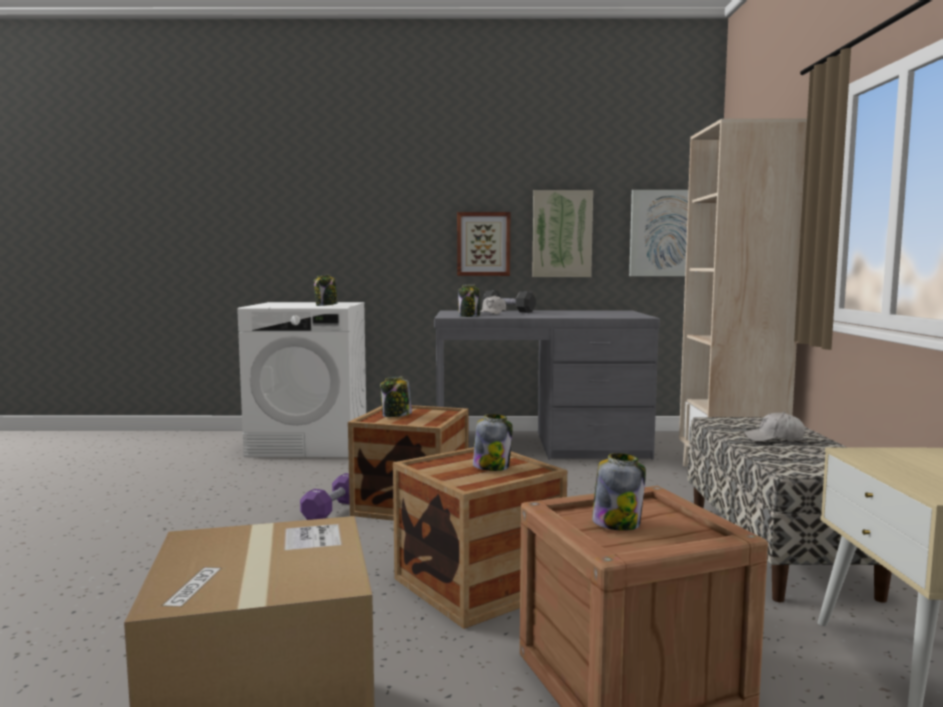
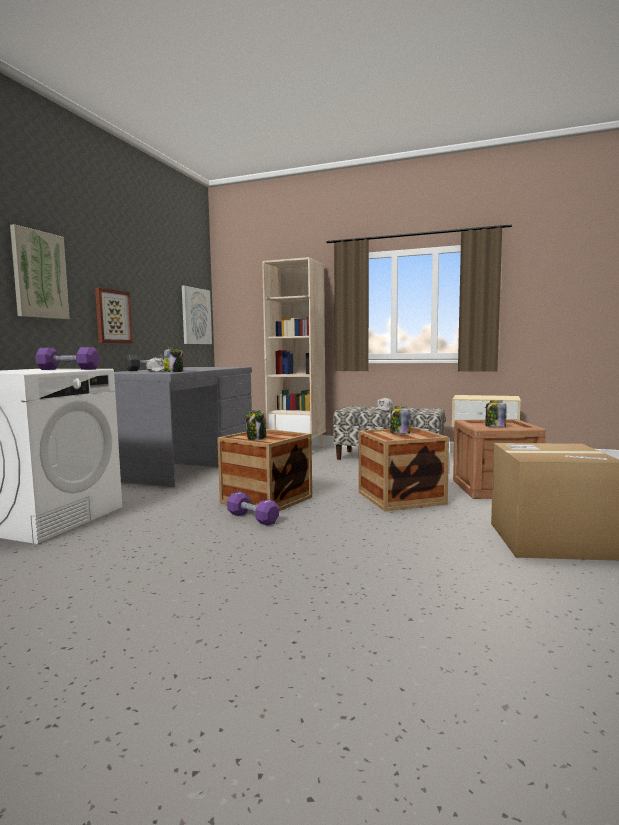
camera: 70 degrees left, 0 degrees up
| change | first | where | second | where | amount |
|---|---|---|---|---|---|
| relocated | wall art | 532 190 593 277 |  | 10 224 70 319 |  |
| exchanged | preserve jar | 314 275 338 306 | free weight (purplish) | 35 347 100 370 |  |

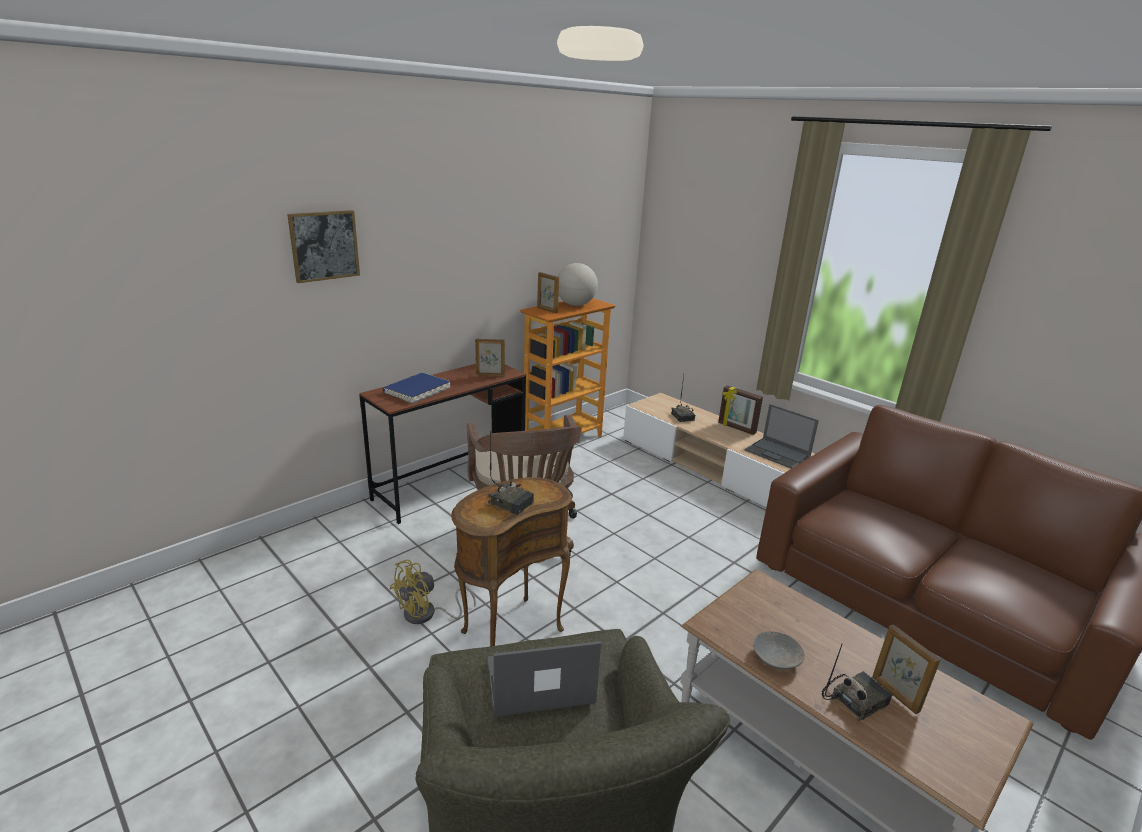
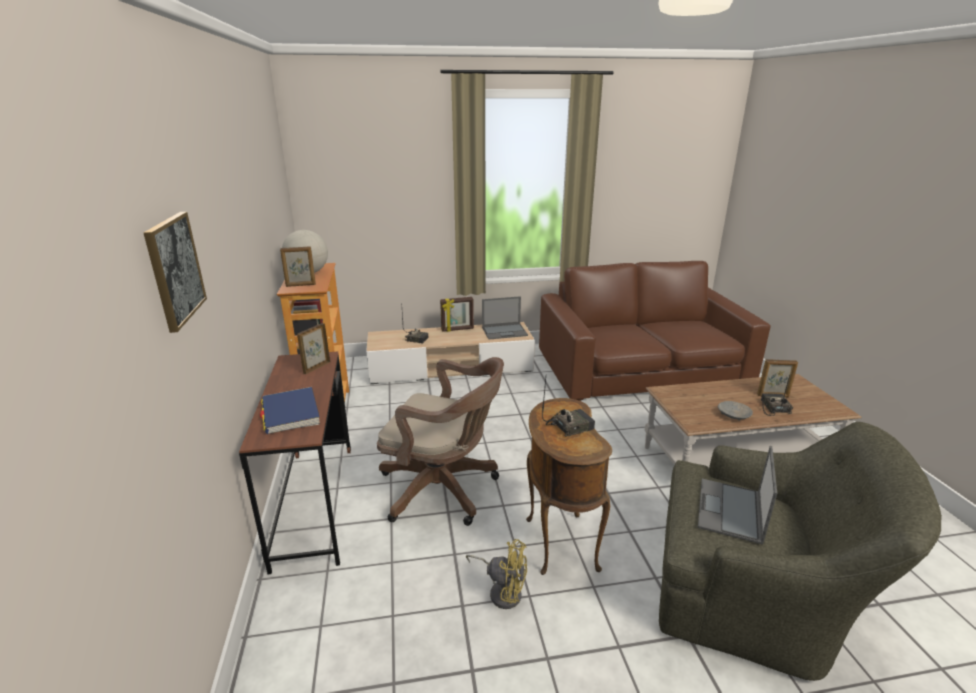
camera: 55 degrees left, 0 degrees up
| change | first | where | second | where | amount |
|---|---|---|---|---|---|
| spun | cooling fan (yellowish) | 390 559 476 624 |  | 466 539 527 609 | 60 degrees counterclockwise |

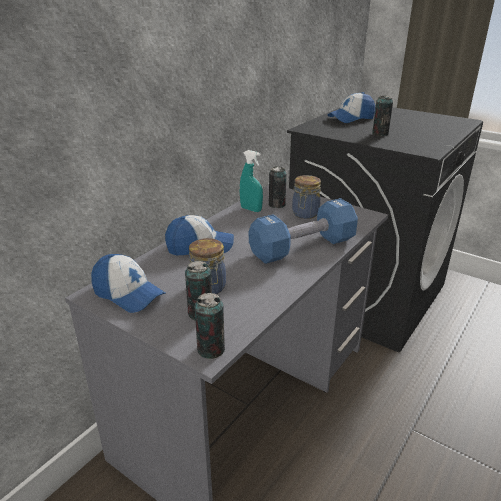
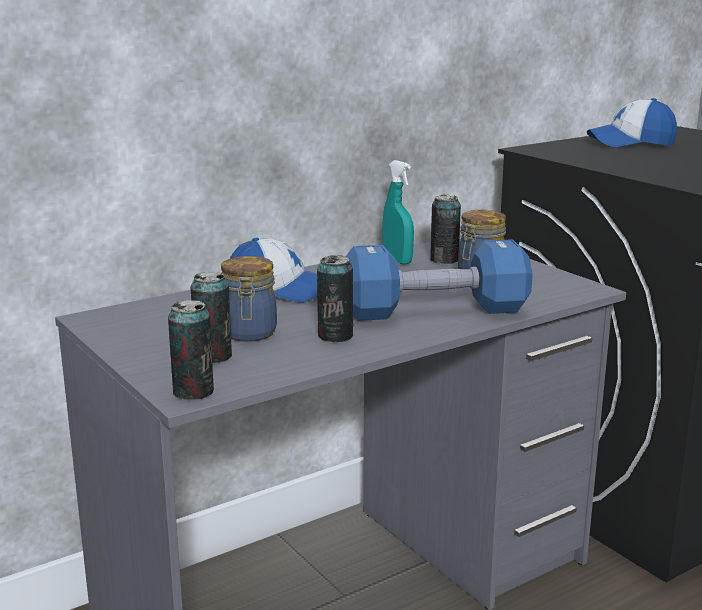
camera: 20 degrees right, 10 degrees down
| change | first | where | second | where | amount |
|---|---|---|---|---|---|
| missing | cap | 91 254 165 313 |  |  |  |
| relocated | metal can | 372 95 393 136 |  | 317 255 353 342 |  |

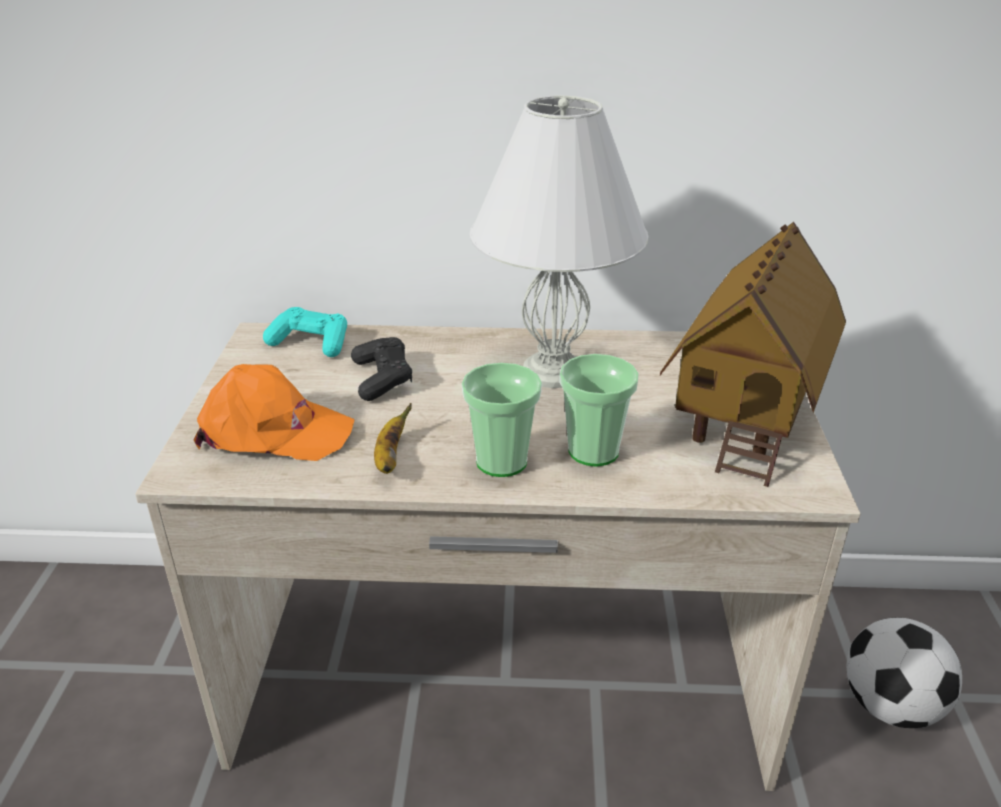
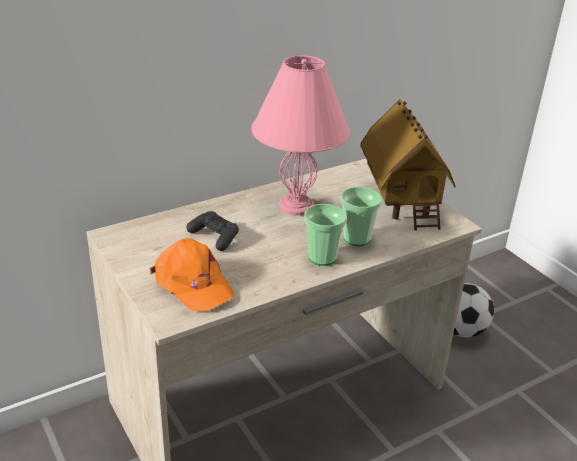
camera: 35 degrees left, 0 degrees up
| change | first | where | second | where | amount |
|---|---|---|---|---|---|
| missing | game controller (blue-green) | 263 307 347 357 |  |  |  |
| missing | banana | 374 403 412 474 |  |  |  |
| colour | table lamp (white) | 470 95 649 388 | table lamp (pink-coloured) | 251 55 350 216 |  |
| spun | cap (orange-coloured) | 194 364 355 461 |  | 150 238 234 311 | 75 degrees clockwise |

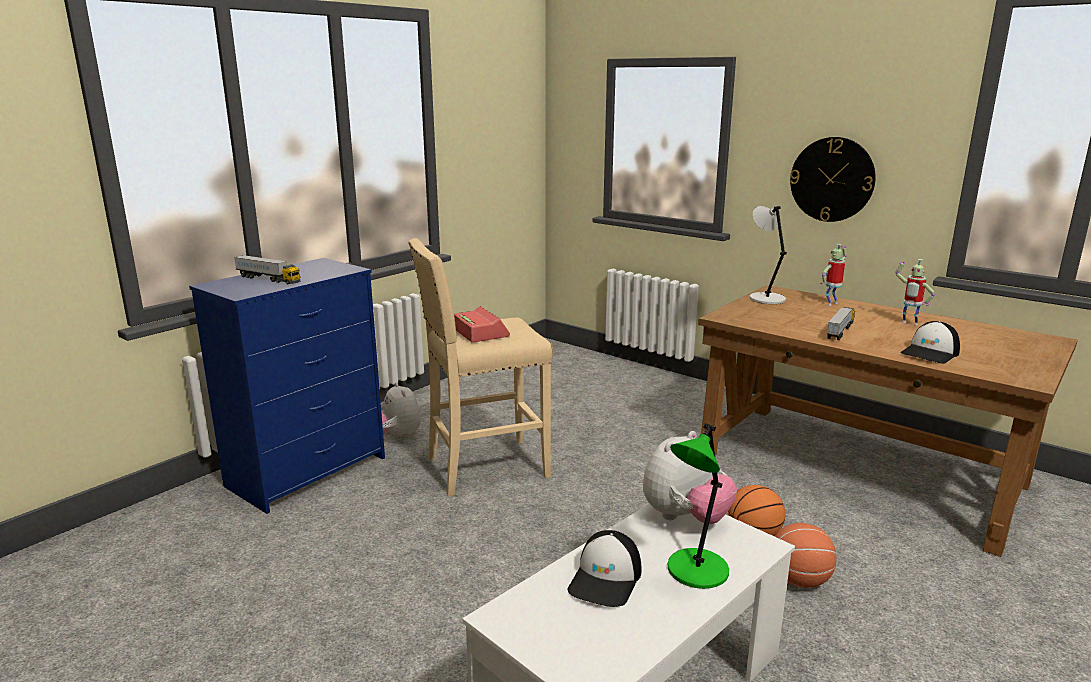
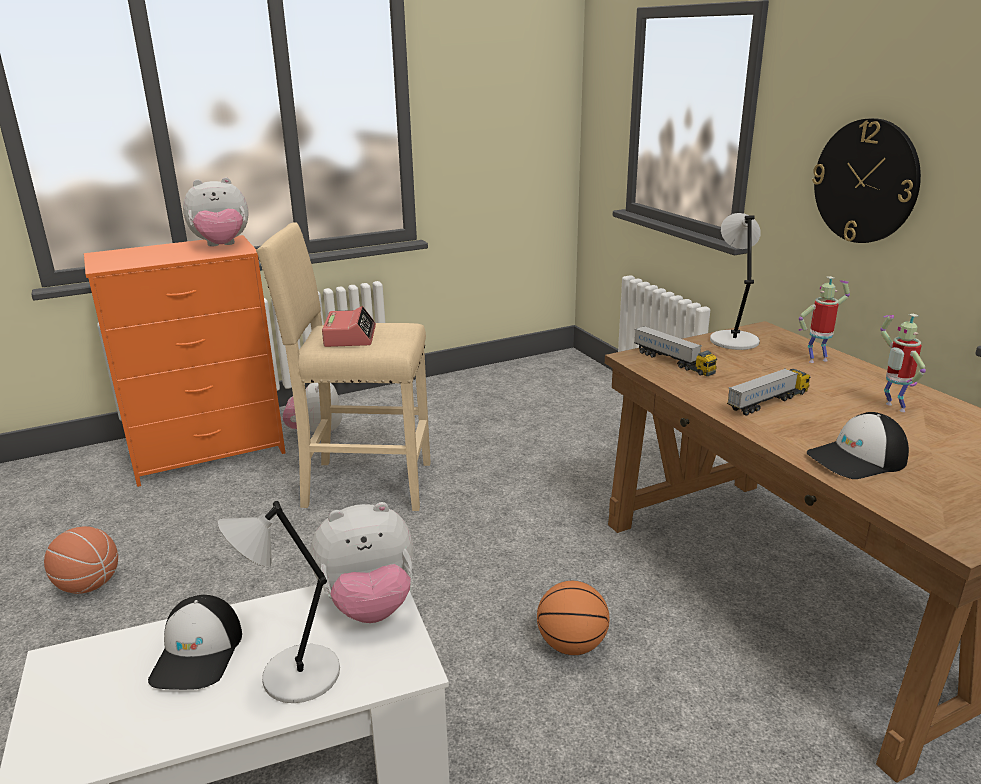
camera: 25 degrees right, 5 degrees up
| change | first | where | second | where | amount |
|---|---|---|---|---|---|
| appeared |  |  | plush toy | 183 177 249 246 |  |
| relocated | toy truck | 234 255 301 284 |  | 634 326 717 376 |  |
| relocated | basketball | 775 523 837 588 |  | 44 526 118 594 |  |
| colour | drawer chest (blue-coloured) | 189 258 385 514 | drawer chest (orange-coloured) | 84 235 286 487 |  |
| colour | table lamp (green) | 668 423 729 589 | table lamp (grey) | 218 501 340 703 |  |
| spun | cap | 567 530 641 607 |  | 148 595 242 690 | 45 degrees counterclockwise |

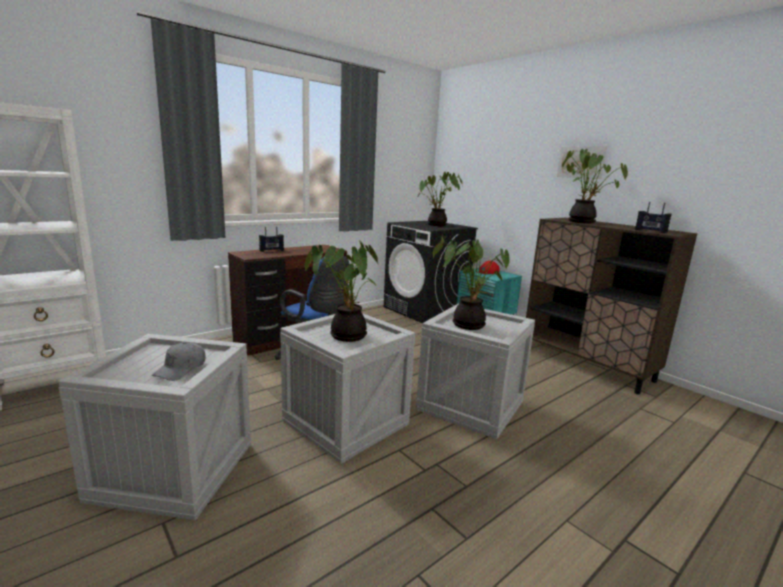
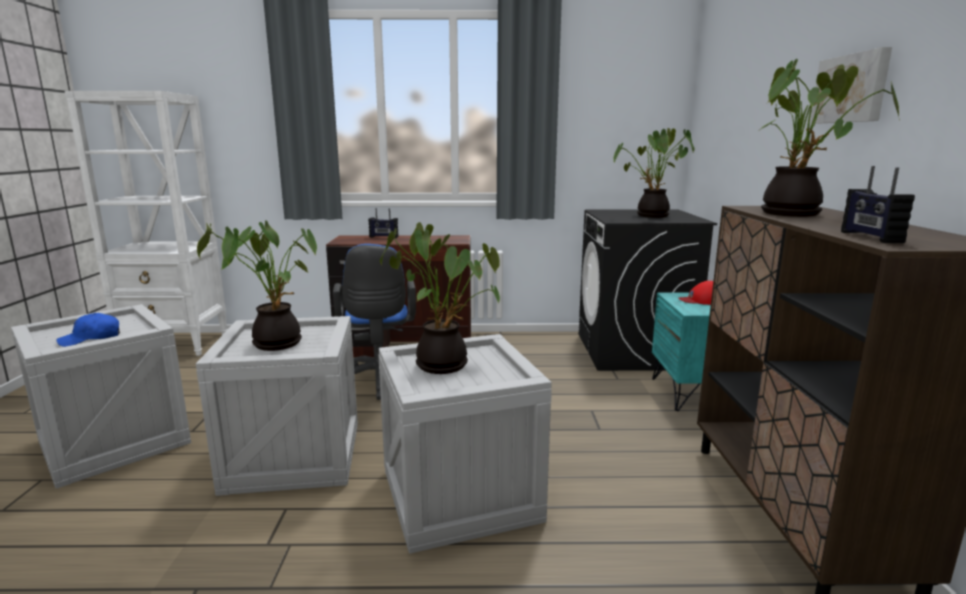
camera: 40 degrees right, 0 degrees up
| change | first | where | second | where | amount |
|---|---|---|---|---|---|
| colour | cap (grey) | 152 342 206 381 | cap (blue-coloured) | 56 313 120 347 |  |

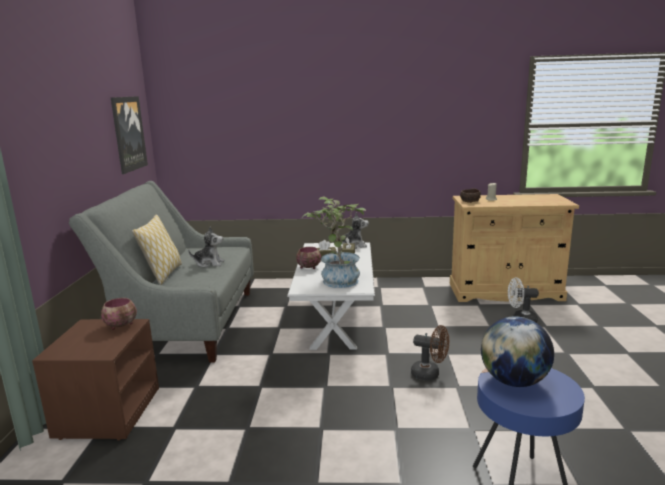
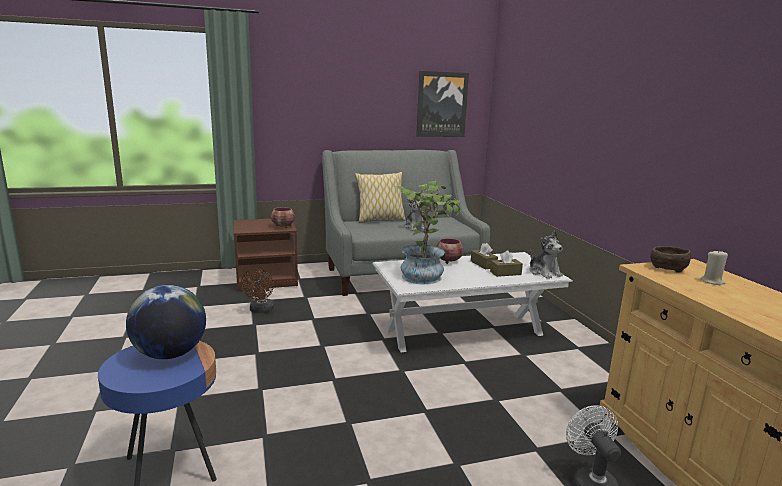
camera: 70 degrees right, 0 degrees up
| change | first | where | second | where | amount |
|---|---|---|---|---|---|
| relocated | cooling fan (brown) | 411 325 449 381 |  | 241 269 274 313 |  |

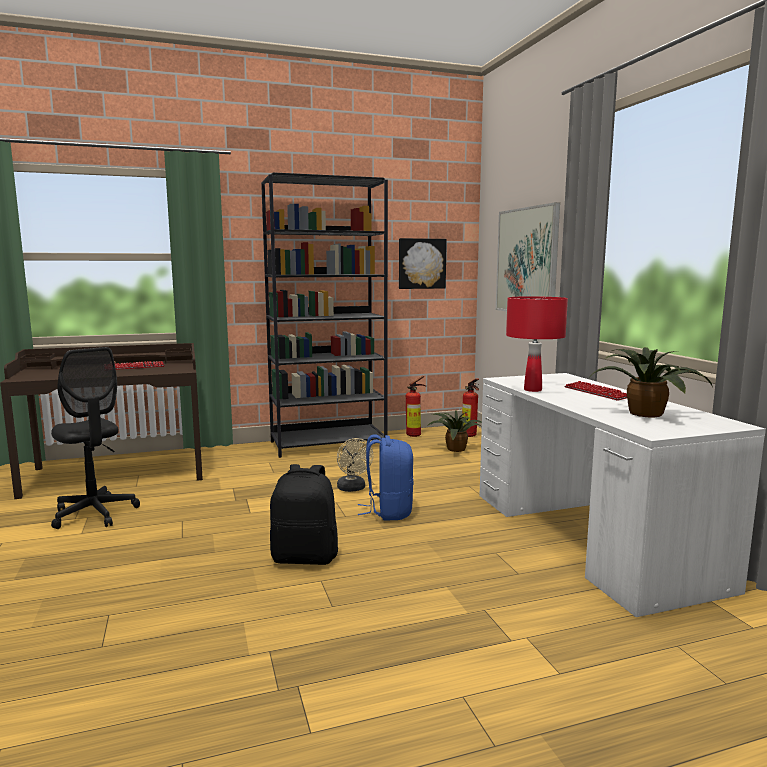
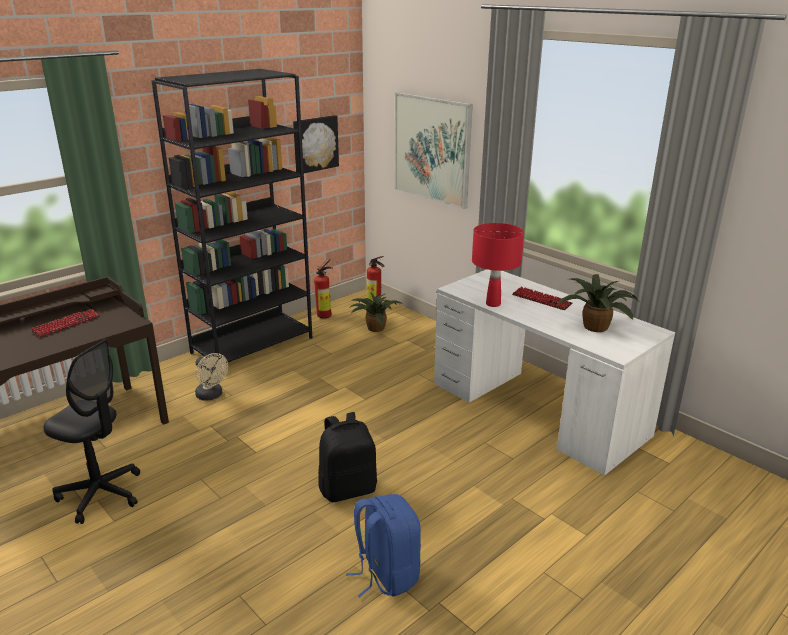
camera: 25 degrees left, 15 degrees up
| change | first | where | second | where | amount |
|---|---|---|---|---|---|
| relocated | cooling fan (beige) | 337 438 373 492 |  | 195 353 228 401 |  |
| relocated | rucksack (blue-coloured) | 358 434 413 521 |  | 346 494 421 598 |  |

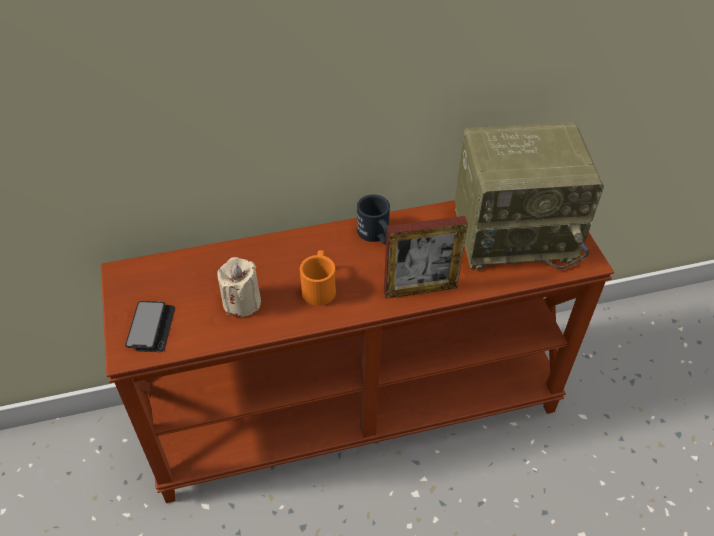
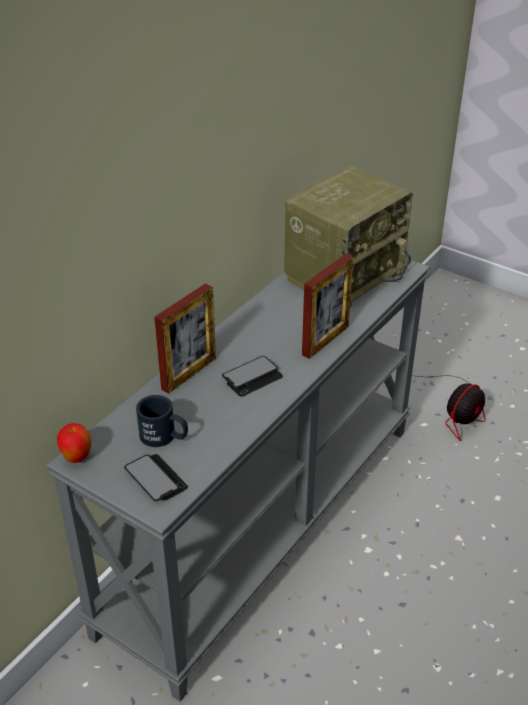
camera: 40 degrees left, 10 degrees down
| change | first | where | second | where | amount |
|---|---|---|---|---|---|
| missing | wax candle (beige) | 217 257 261 317 |  |  |  |
| appeared |  |  | whole apple | 57 423 91 463 |  |
| appeared |  |  | photo frame | 154 283 216 394 |  |
| appeared |  |  | cooling fan | 413 375 486 441 |  |
| relocated | mug (black) | 357 194 390 244 |  | 136 395 188 447 |  |
| exchanged | mug (orange-coloured) | 300 250 336 306 | handset | 222 356 283 397 |  |
| colour | hall table (brown) | 101 200 614 503 | hall table (grey) | 46 258 430 702 |  |

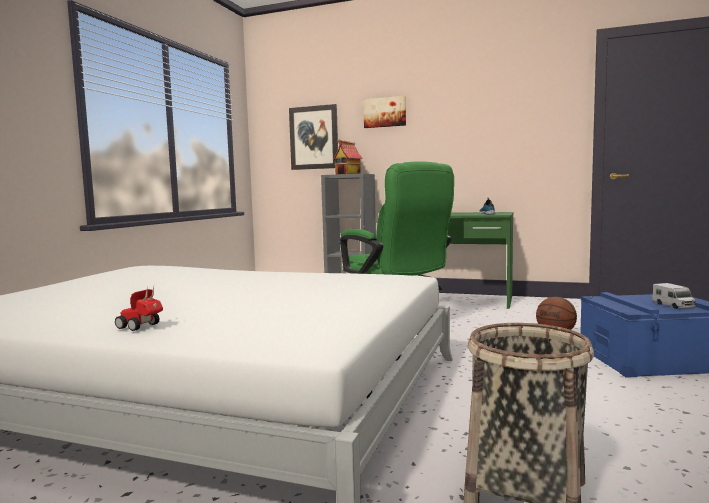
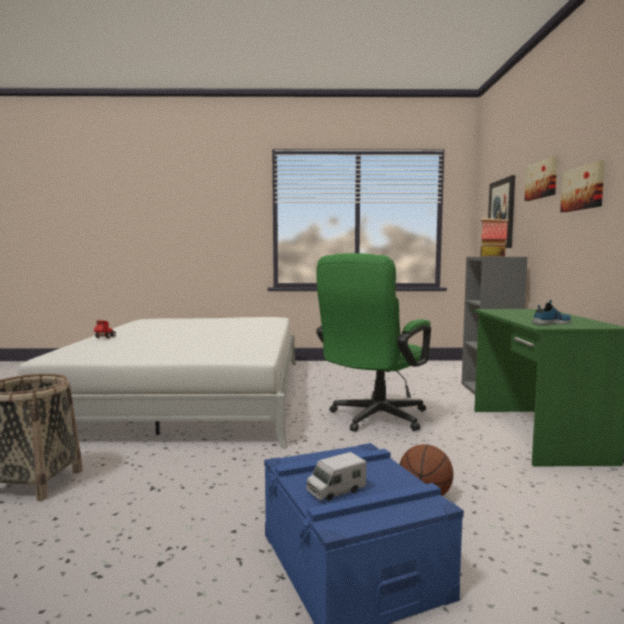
camera: 70 degrees right, 0 degrees up
| change | first | where | second | where | amount |
|---|---|---|---|---|---|
| appeared |  |  | wall art | 560 161 605 212 |  |

